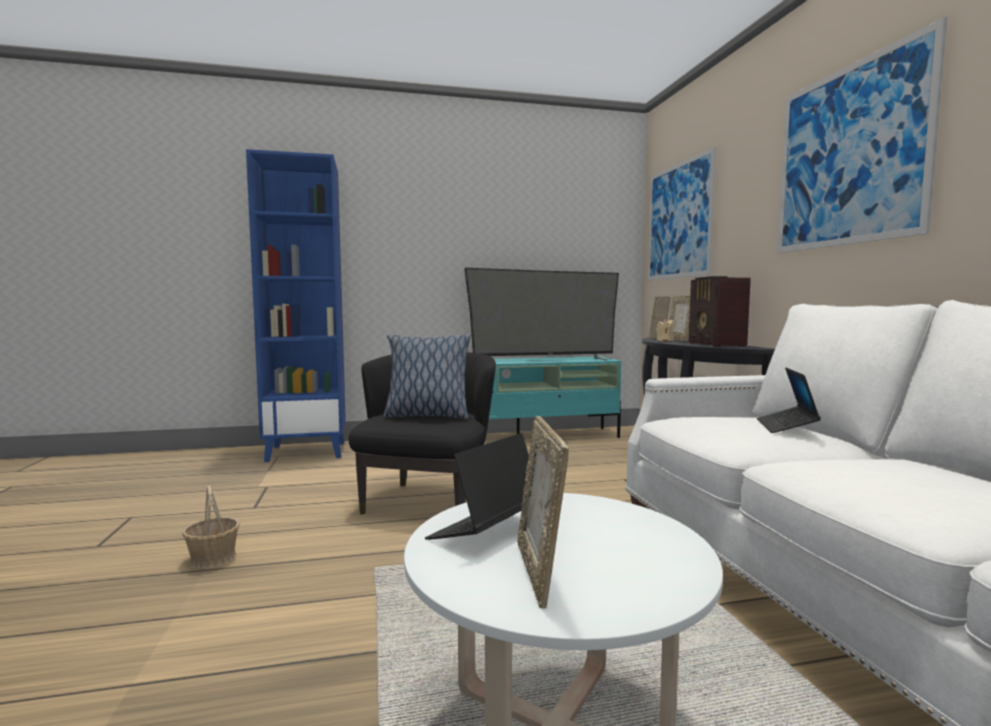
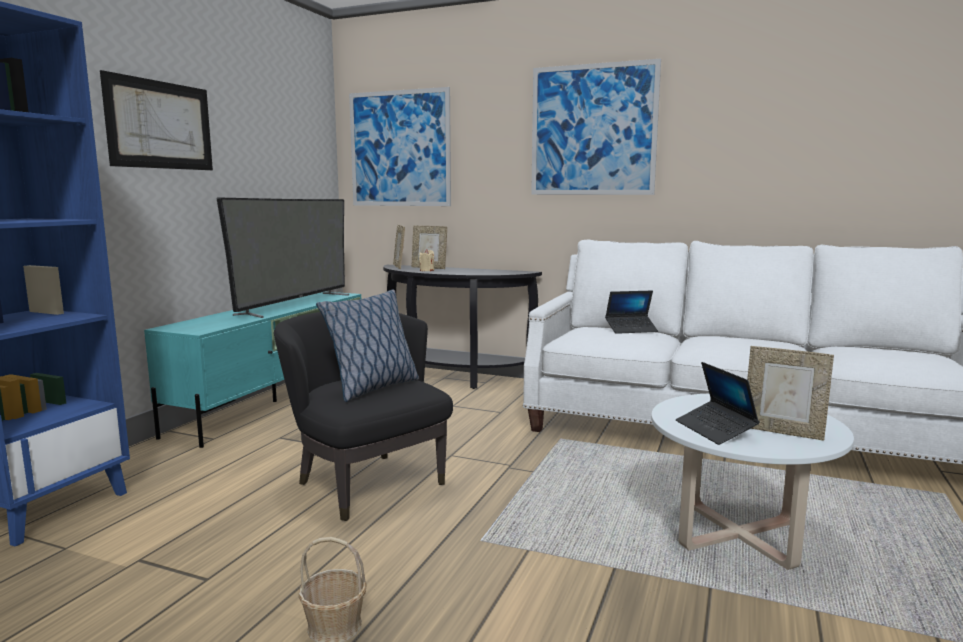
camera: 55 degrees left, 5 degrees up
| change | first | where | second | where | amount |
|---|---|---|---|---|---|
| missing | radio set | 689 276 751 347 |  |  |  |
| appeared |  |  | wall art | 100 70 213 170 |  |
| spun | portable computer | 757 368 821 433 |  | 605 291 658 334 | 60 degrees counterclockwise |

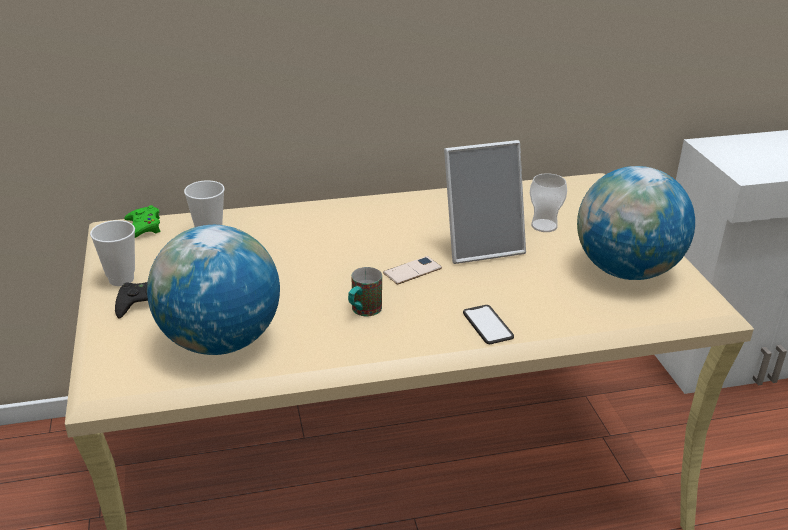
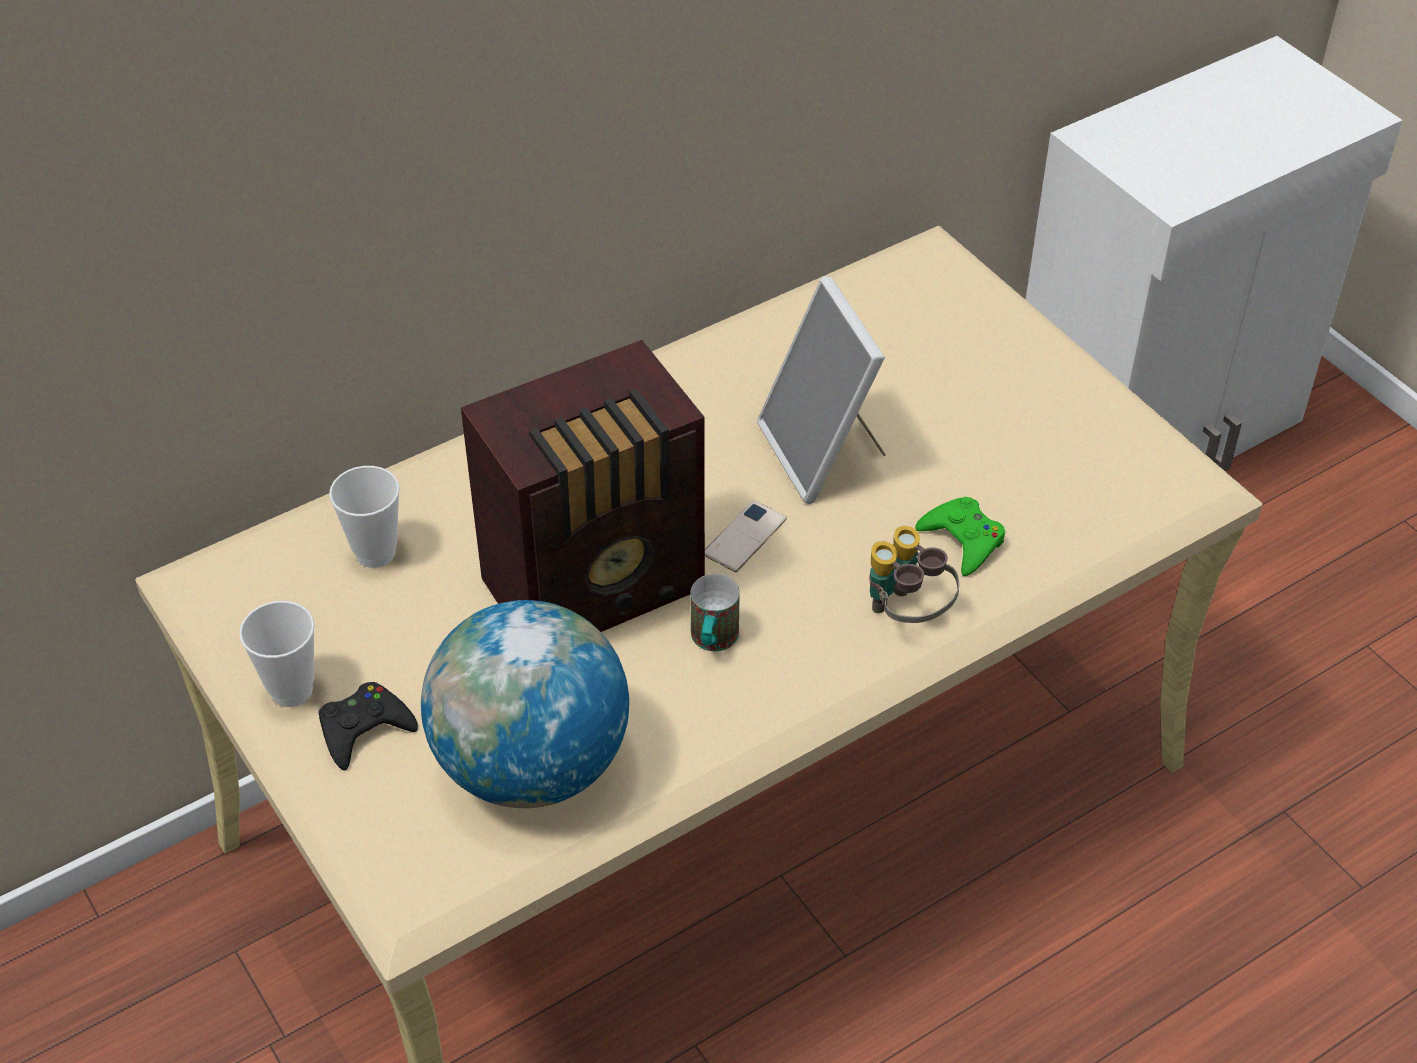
camera: 20 degrees left, 15 degrees up
| change | first | where | second | where | amount |
|---|---|---|---|---|---|
| missing | cup | 530 173 567 232 |  |  |  |
| missing | desk globe | 577 166 695 280 |  |  |  |
| appeared |  |  | radio set | 461 340 705 632 |  |
| relocated | game controller (green) | 124 205 161 238 |  | 915 497 1005 576 |  |
| exchanged | handset | 463 305 514 344 | binoculars | 869 526 959 623 |  |
| spun | photo frame | 444 140 526 264 |  | 757 276 885 504 | 105 degrees clockwise |

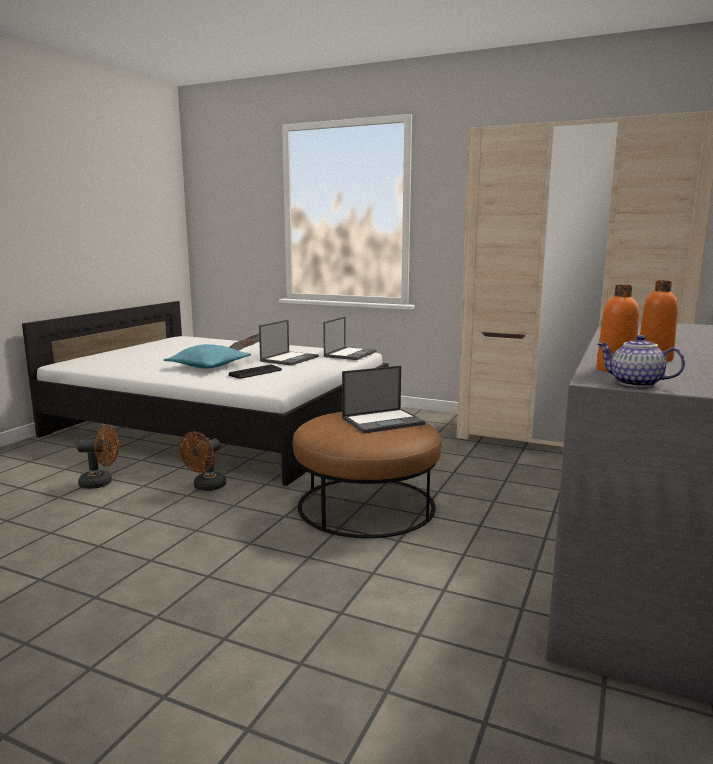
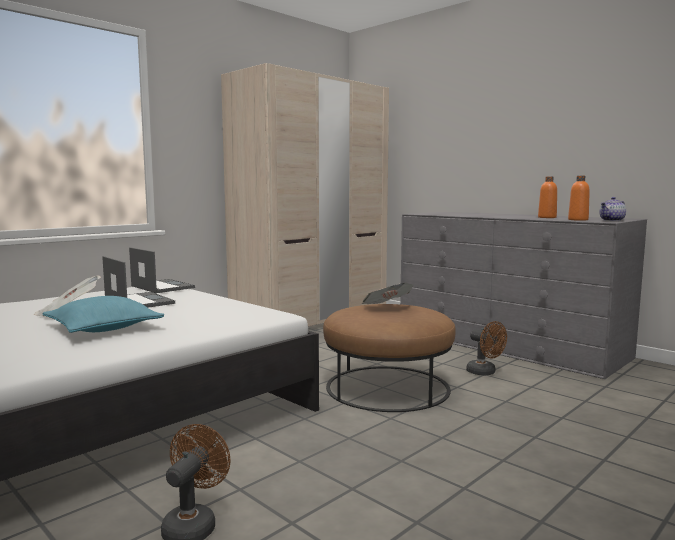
camera: 70 degrees left, 5 degrees down
| change | first | where | second | where | amount |
|---|---|---|---|---|---|
| missing | computer keyboard | 229 364 282 379 |  |  |  |
| relocated | cooling fan (brown) | 180 432 226 491 |  | 466 321 507 376 |  |
| exchanged | portable computer | 342 366 425 433 | daily paper | 361 283 414 304 |  |

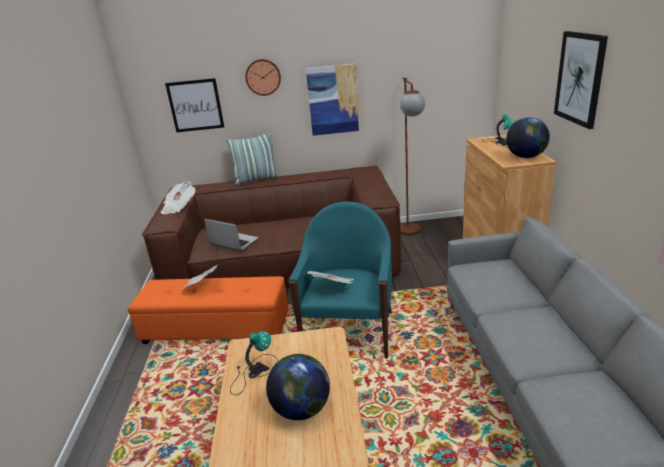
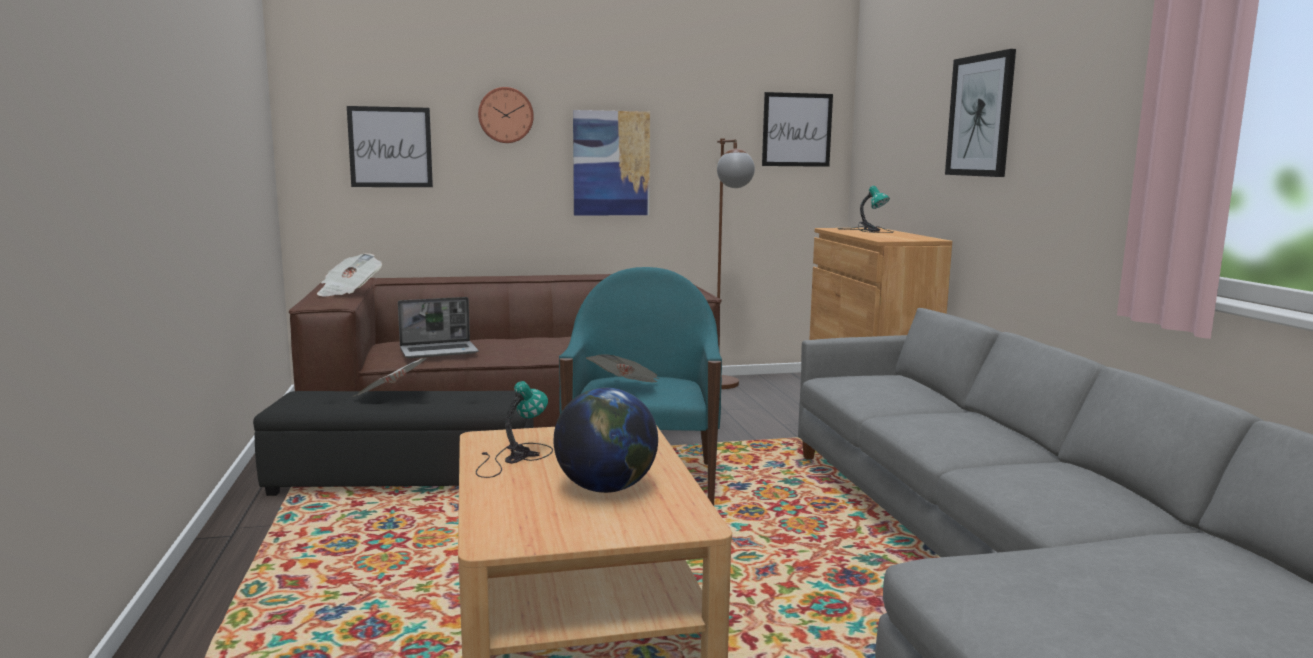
camera: 10 degrees left, 15 degrees down
| change | first | where | second | where | amount |
|---|---|---|---|---|---|
| missing | throw pillow | 226 133 280 186 |  |  |  |
| missing | desk globe | 506 117 550 158 |  |  |  |
| appeared |  |  | wall art | 762 92 833 167 |  |
| colour | ottoman (orange-coloured) | 128 276 288 344 | ottoman (black) | 253 391 534 496 |  |
| spun | portable computer | 204 219 259 251 |  | 398 297 479 358 | 135 degrees clockwise |

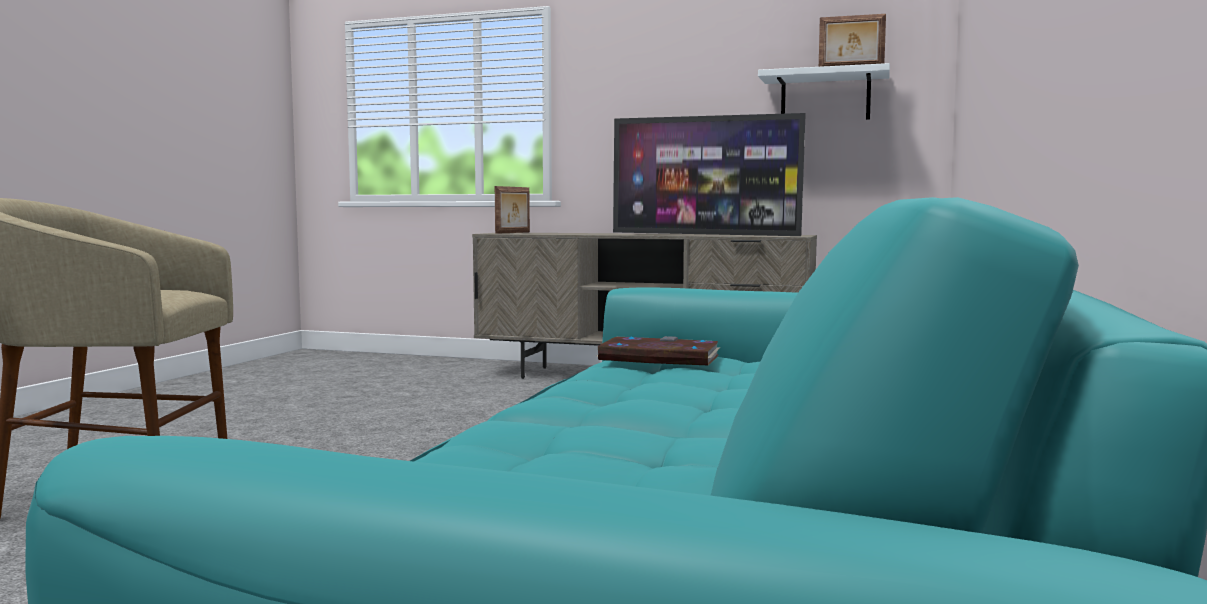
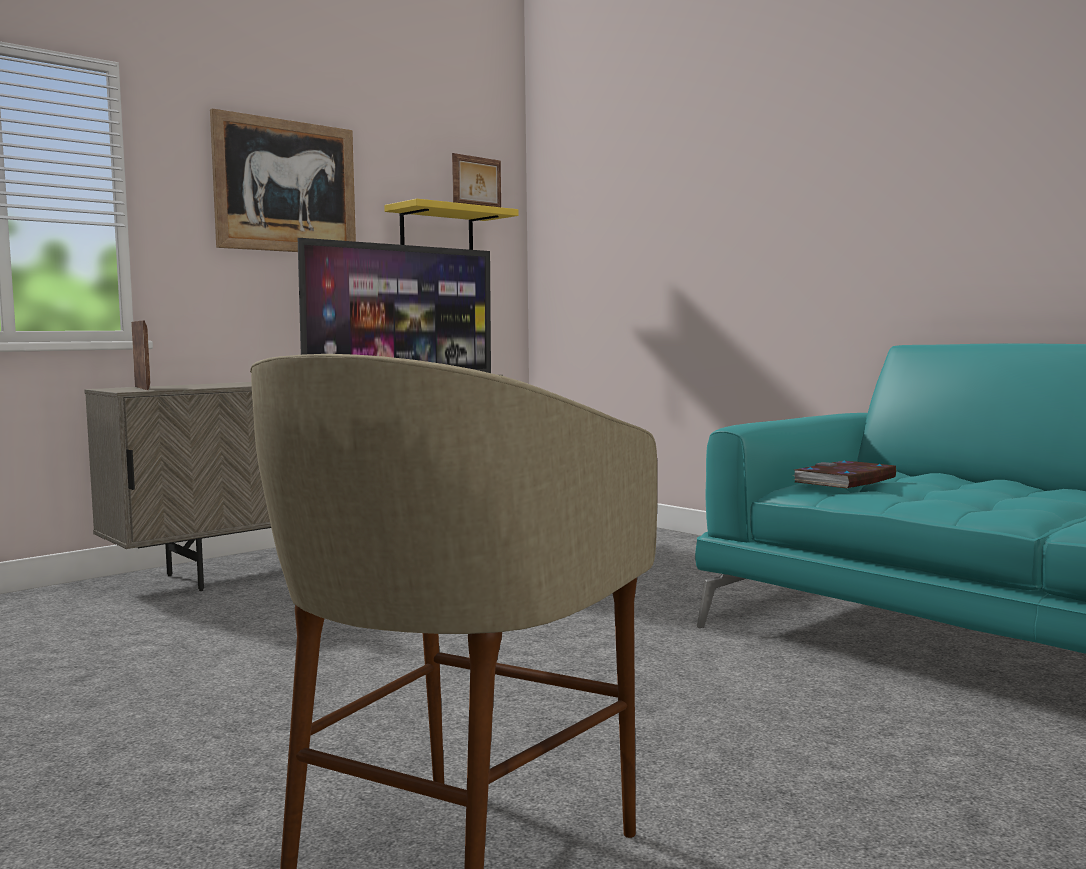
camera: 60 degrees left, 0 degrees up
| change | first | where | second | where | amount |
|---|---|---|---|---|---|
| appeared |  |  | wall art | 210 109 356 252 |  |
| colour | bracket shelf (white) | 758 63 890 120 | bracket shelf (yellowish) | 384 199 519 250 |  |

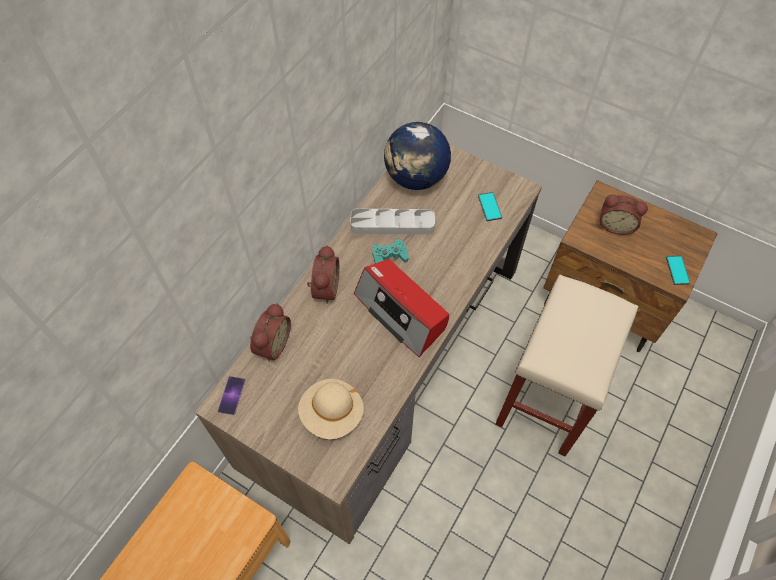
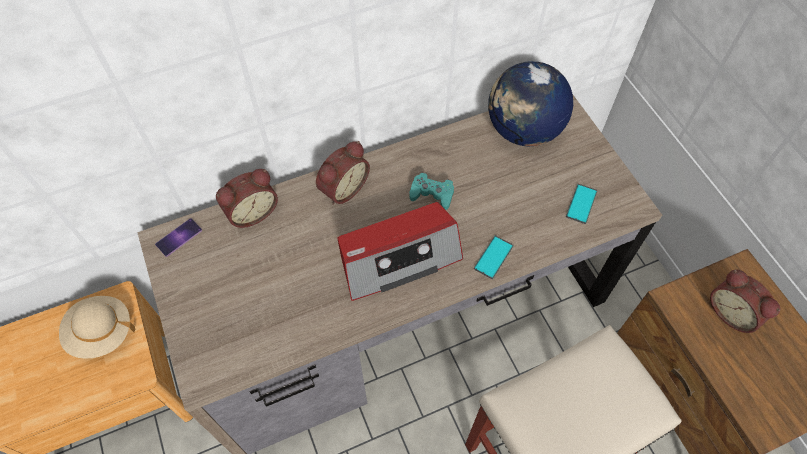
camera: 35 degrees right, 0 degrees up
| change | first | where | second | where | amount |
|---|---|---|---|---|---|
| missing | tray (grey) | 350 209 435 234 |  |  |  |
| relocated | clothing hat (beige) | 298 379 364 439 |  | 59 296 136 359 |  |
| relocated | handset | 666 256 690 285 |  | 474 235 514 279 |  |
| spun | radio set | 354 259 449 357 |  | 337 202 463 301 | 105 degrees counterclockwise |

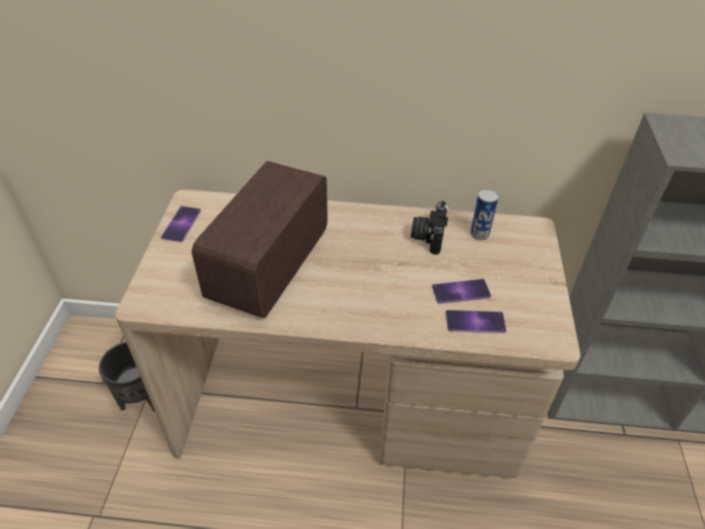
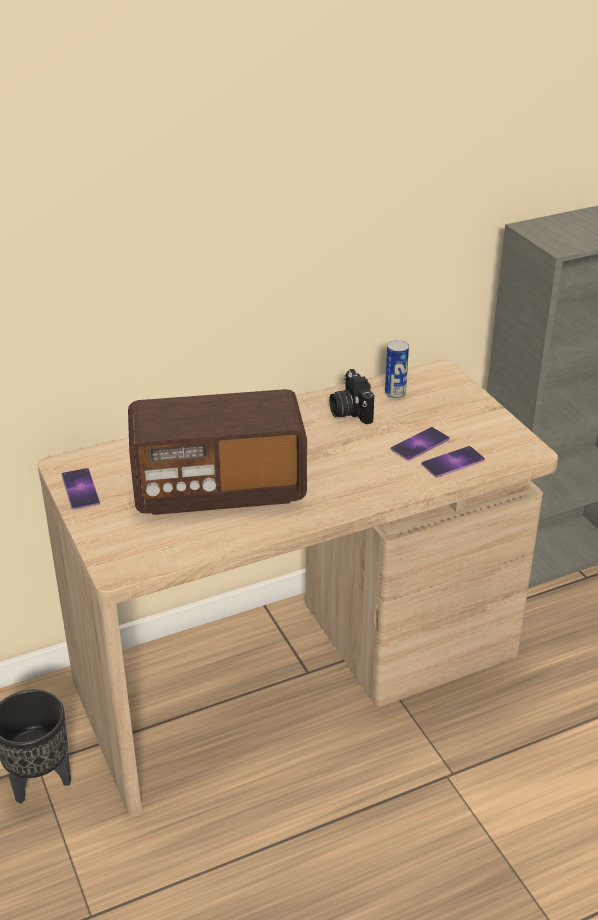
camera: 30 degrees left, 10 degrees down
| change | first | where | second | where | amount |
|---|---|---|---|---|---|
| spun | radio set | 192 161 328 318 |  | 128 389 307 515 | 90 degrees counterclockwise |

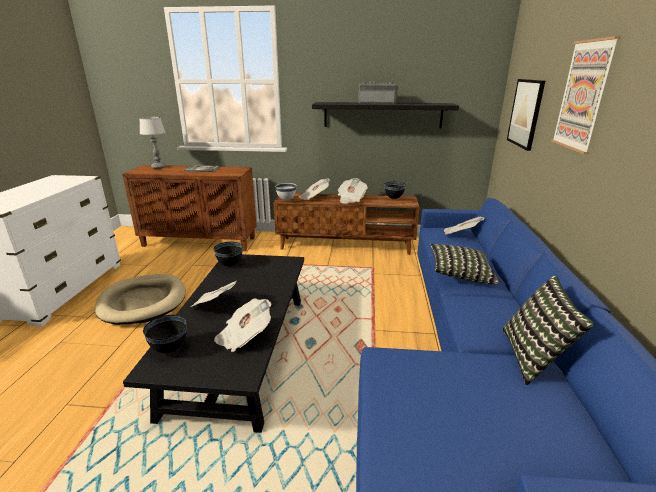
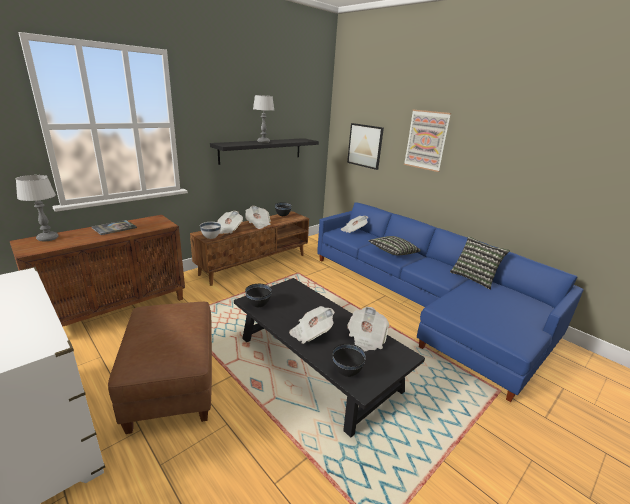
camera: 50 degrees left, 0 degrees up
| change | first | where | second | where | amount |
|---|---|---|---|---|---|
| exchanged | pet bed (beige) | 95 274 185 324 | ottoman (brown) | 108 302 212 434 |  |
| exchanged | radio set | 358 81 398 104 | table lamp | 253 95 274 143 |  |

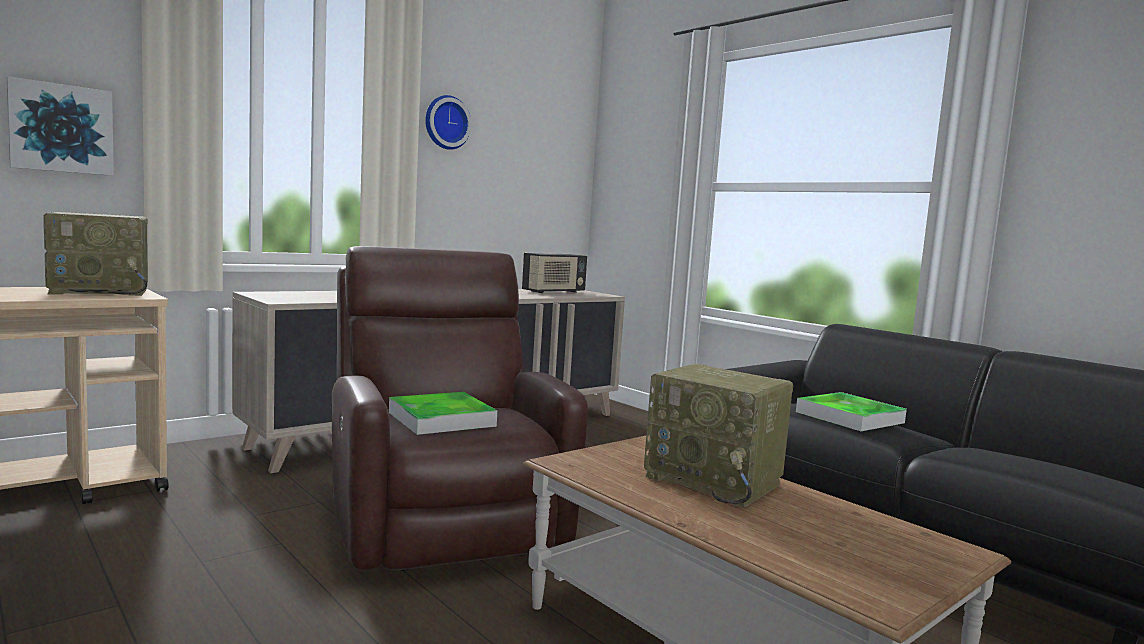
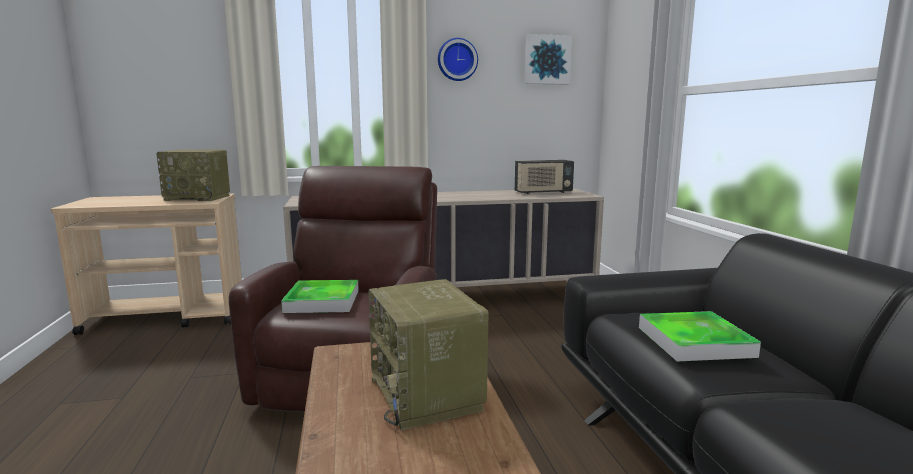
camera: 30 degrees right, 5 degrees up
| change | first | where | second | where | amount |
|---|---|---|---|---|---|
| relocated | wall art | 7 76 114 176 |  | 525 34 572 84 |  |

